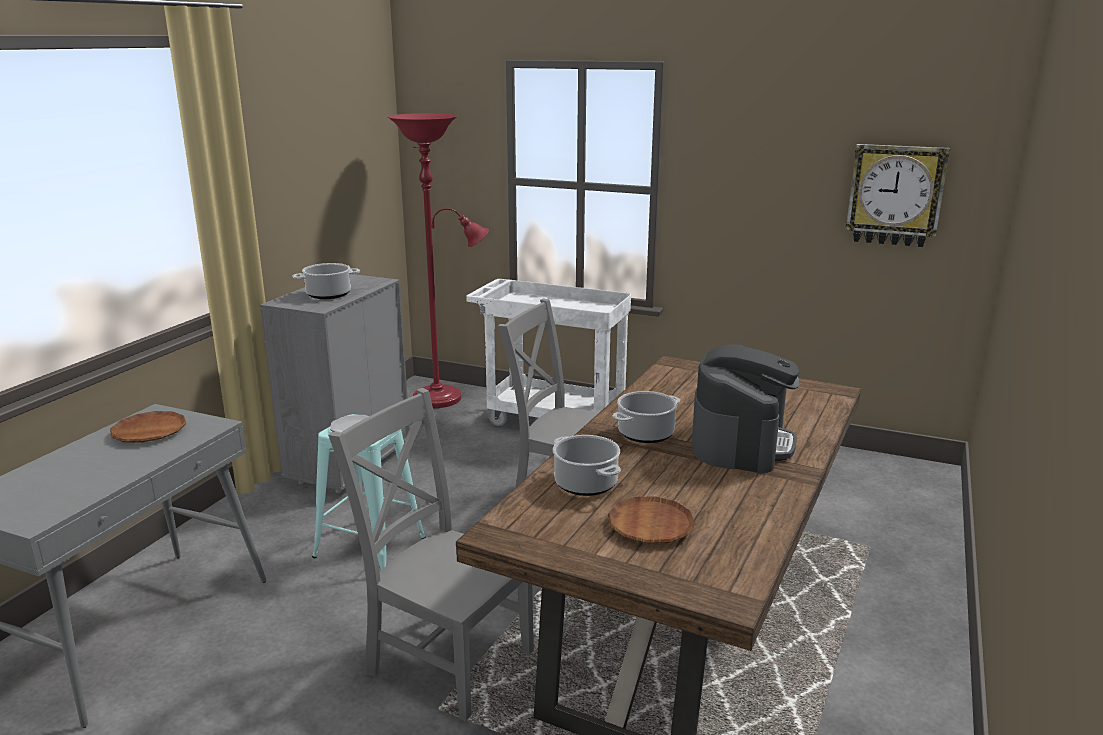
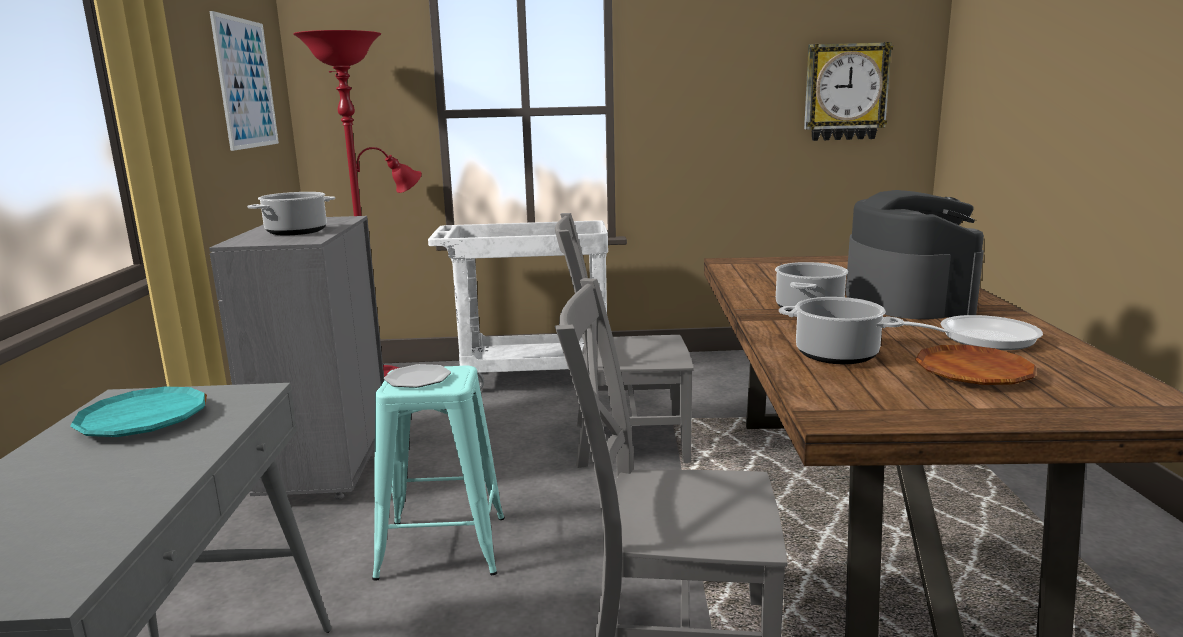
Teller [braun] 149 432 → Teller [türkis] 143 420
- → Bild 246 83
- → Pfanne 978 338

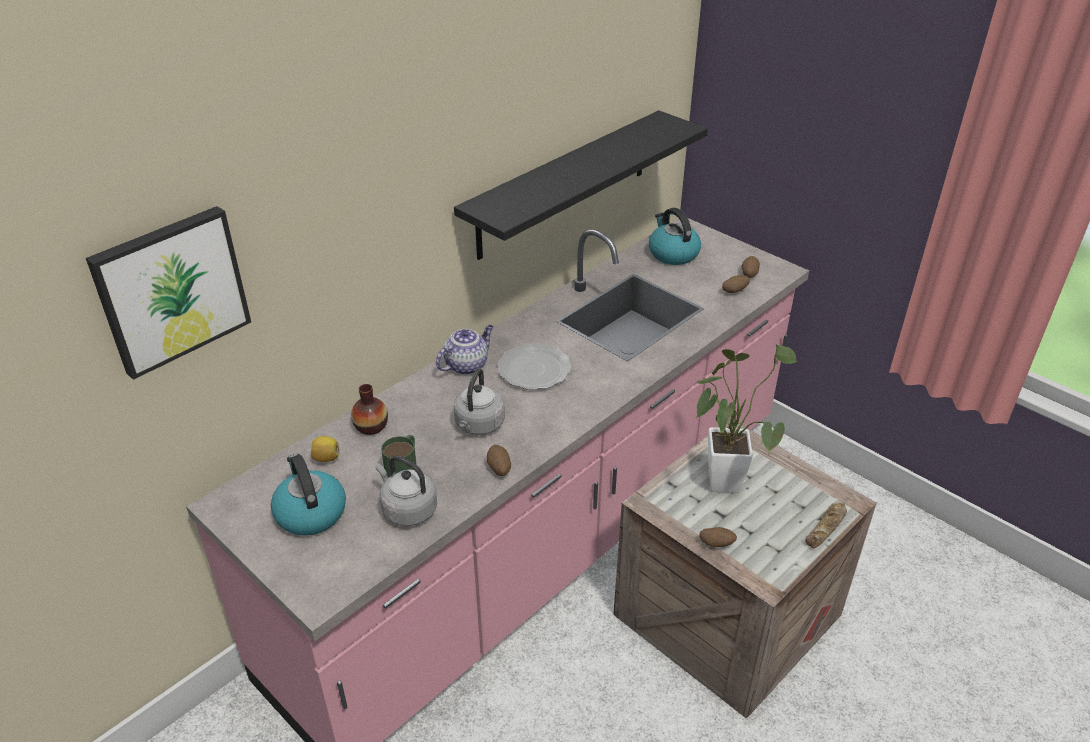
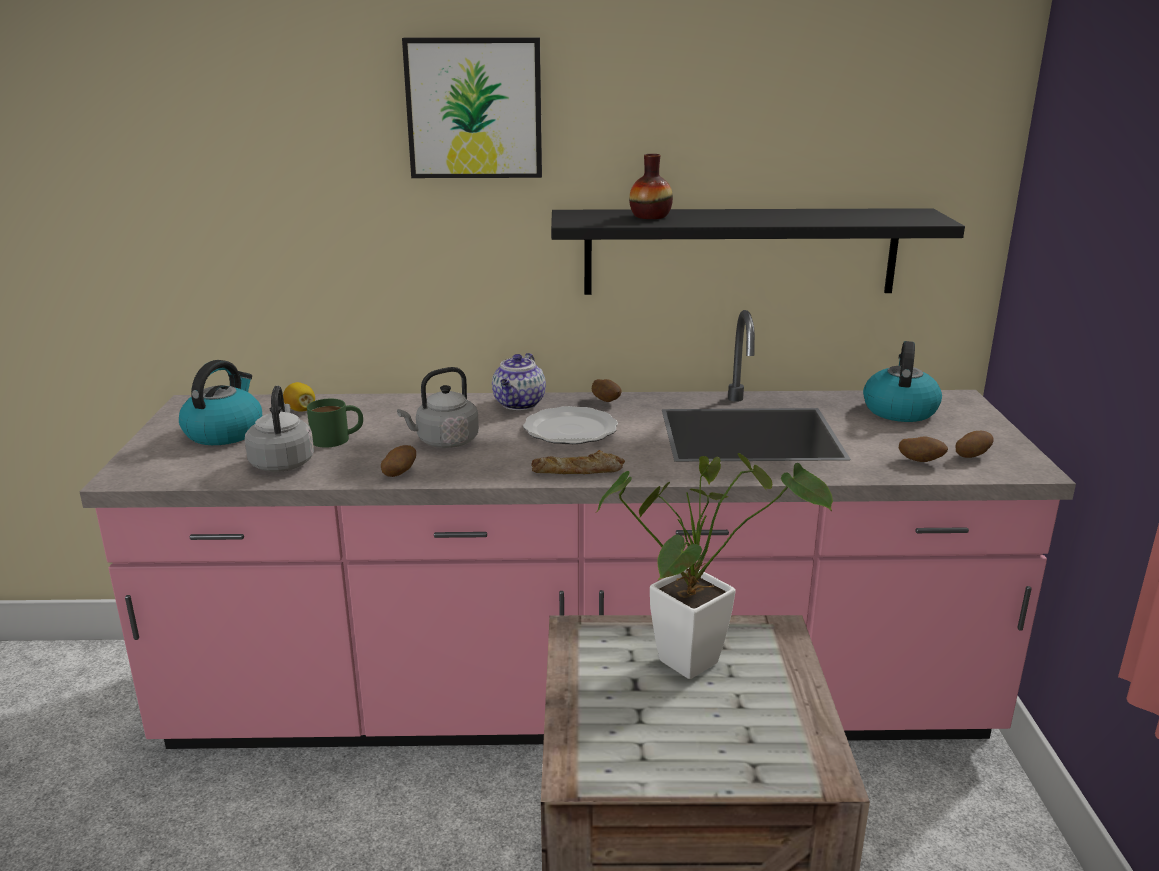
Bild 171 290 → Bild 474 108, relocated
Teekanne 467 365 → Teekanne 519 404, 105 degrees clockwise
Vase 371 426 → Vase 650 216, relocated
Brot 826 528 → Brot 578 471, relocated
Kartoffel 716 544 → Kartoffel 606 401, relocated

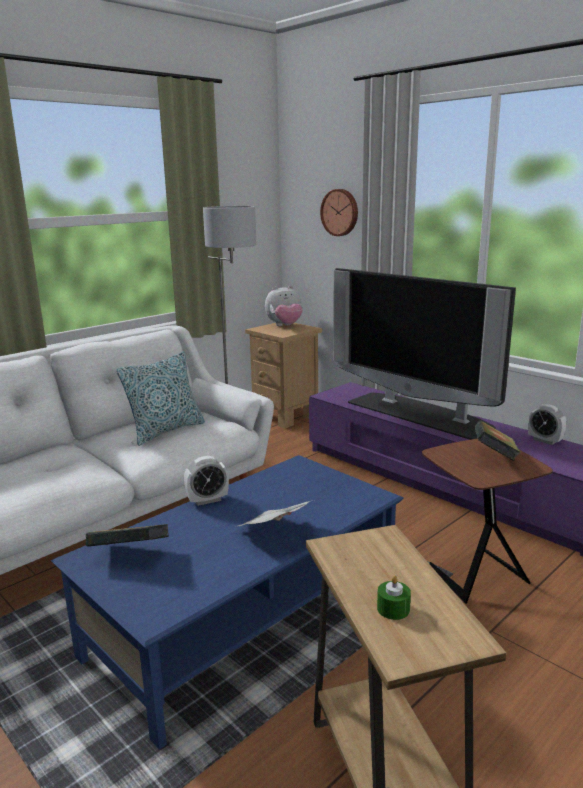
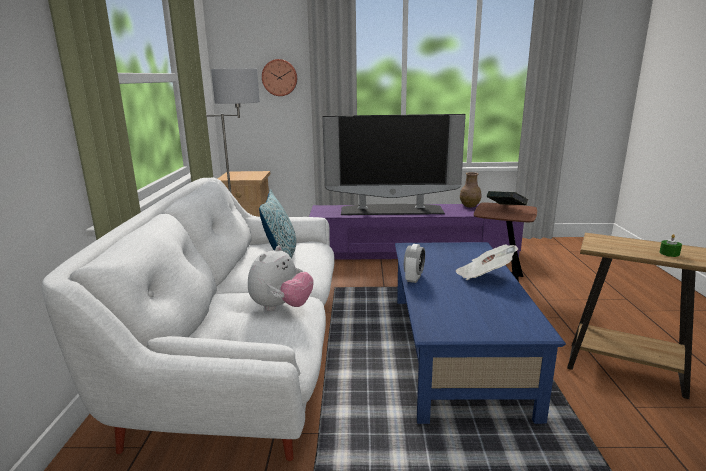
Plüschtier 285 326 → Plüschtier 281 307, relocated
Wecker 544 440 → Vase [braun] 470 206
Buch 130 554 → -

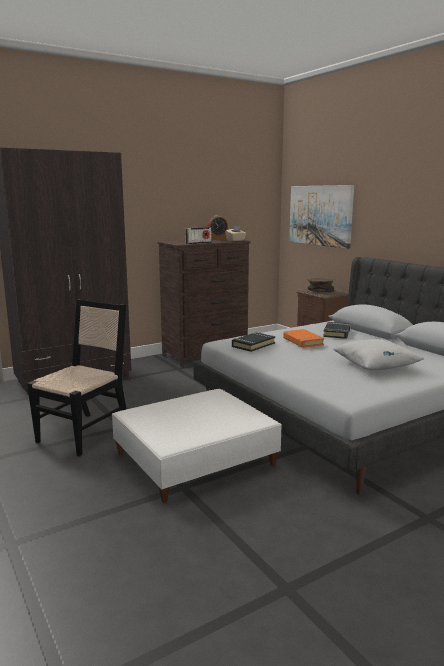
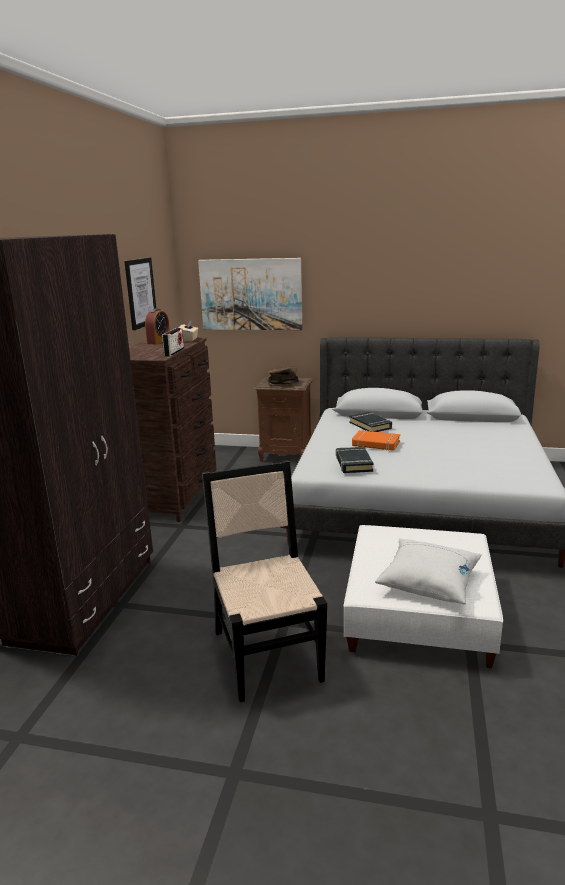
Kissen [grau] 375 366 → Kissen [grau] 428 583, relocated
- → Bild 140 293

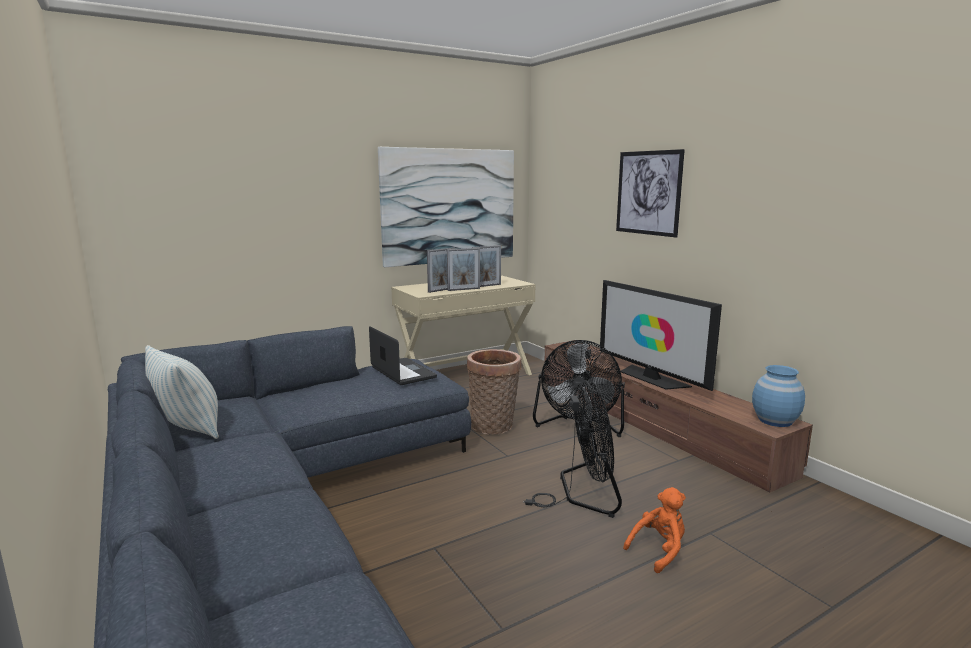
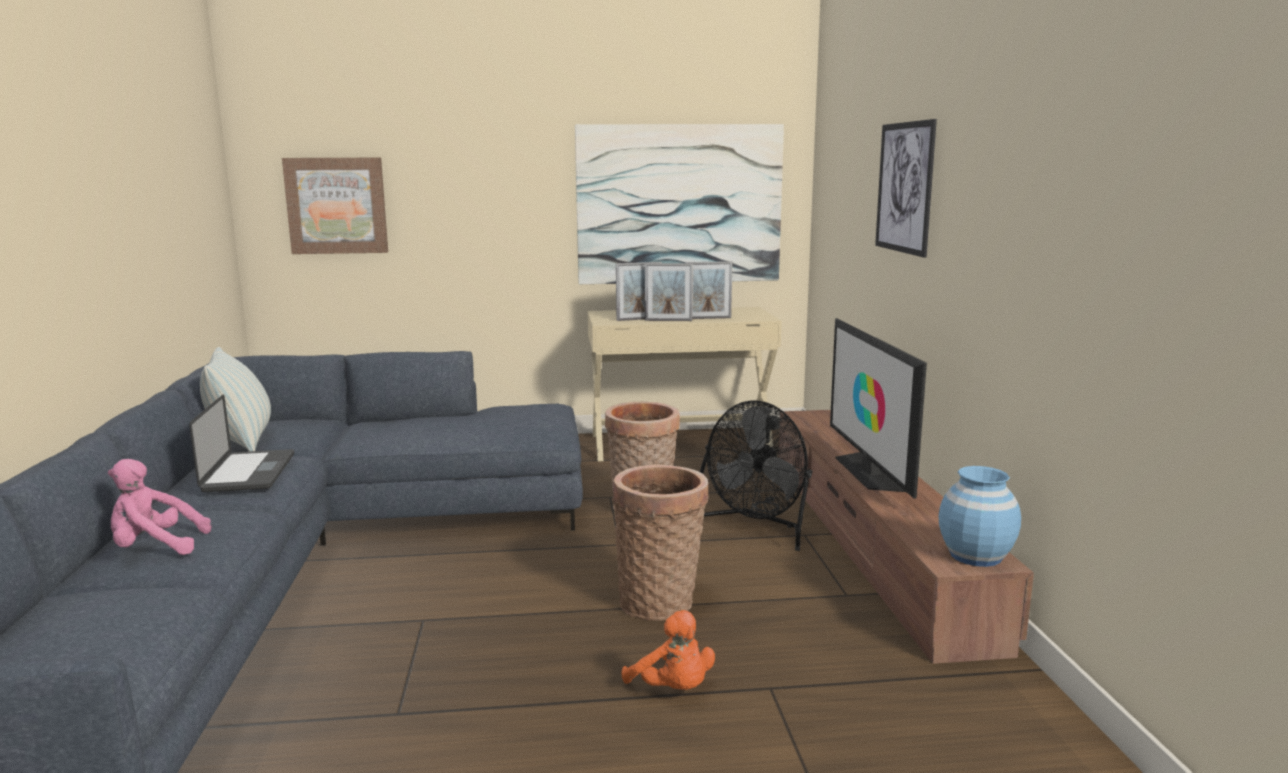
Laptop 403 372 → Laptop 249 472, relocated
Ventilator [schwarz] 580 490 → Korb 660 601
Plüschtier [orange] 659 550 → Plüschtier [orange] 673 689, 60 degrees clockwise
- → Bild 337 205
- → Plüschtier [rosa] 155 548

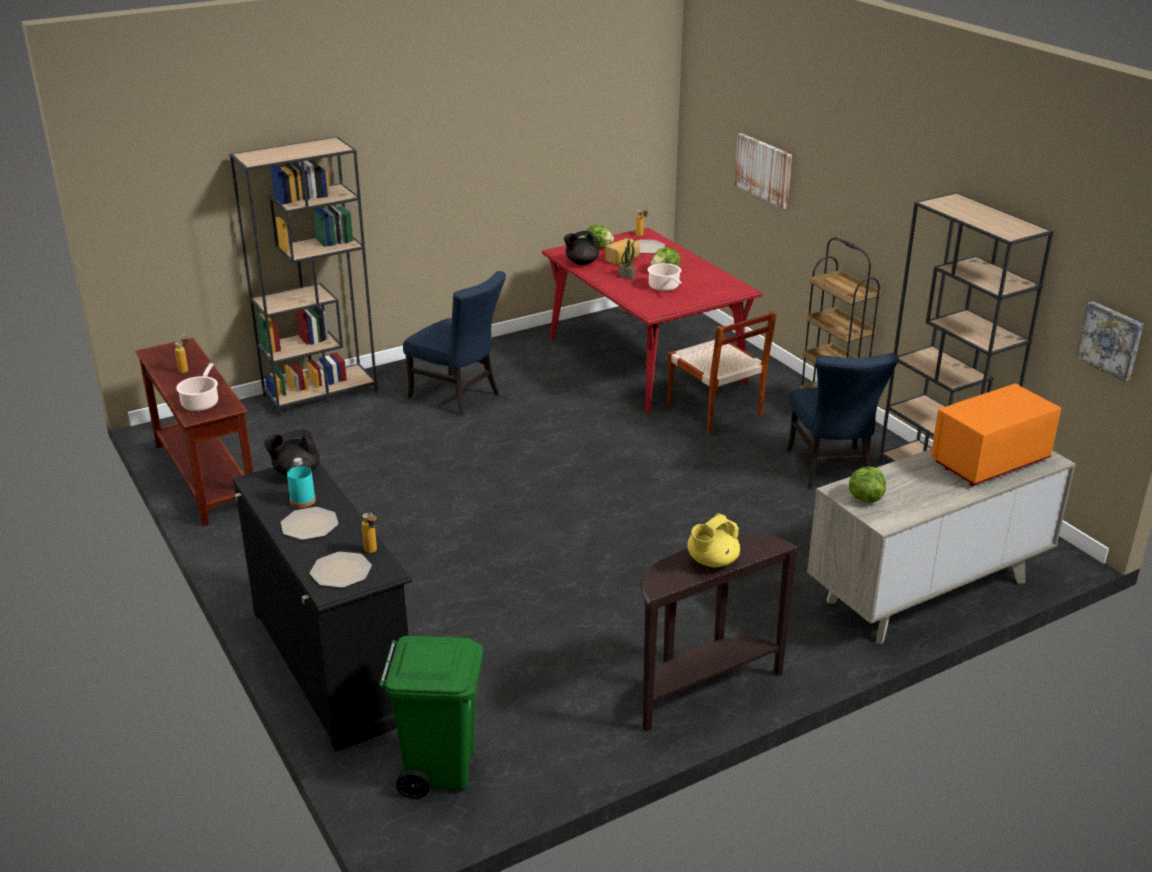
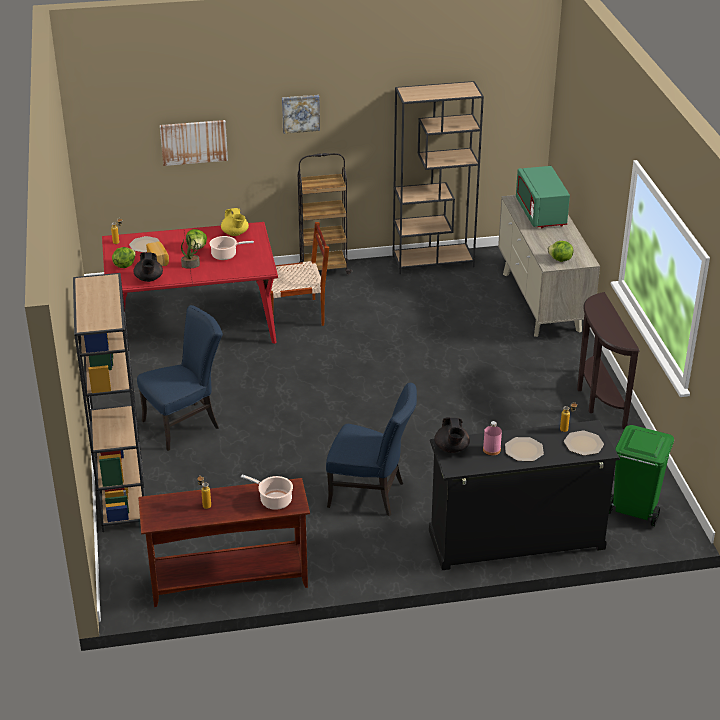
Bild 1111 340 → Bild 300 113, relocated
Stuhl [blau] 831 471 → Stuhl [blau] 371 494, relocated
Mikrowelle [orange] 989 462 → Mikrowelle [grün] 540 213
Flasche [türkis] 302 501 → Flasche [rosa] 491 449
Teekanne [gelb] 711 561 → Teekanne [gelb] 235 233, relocated

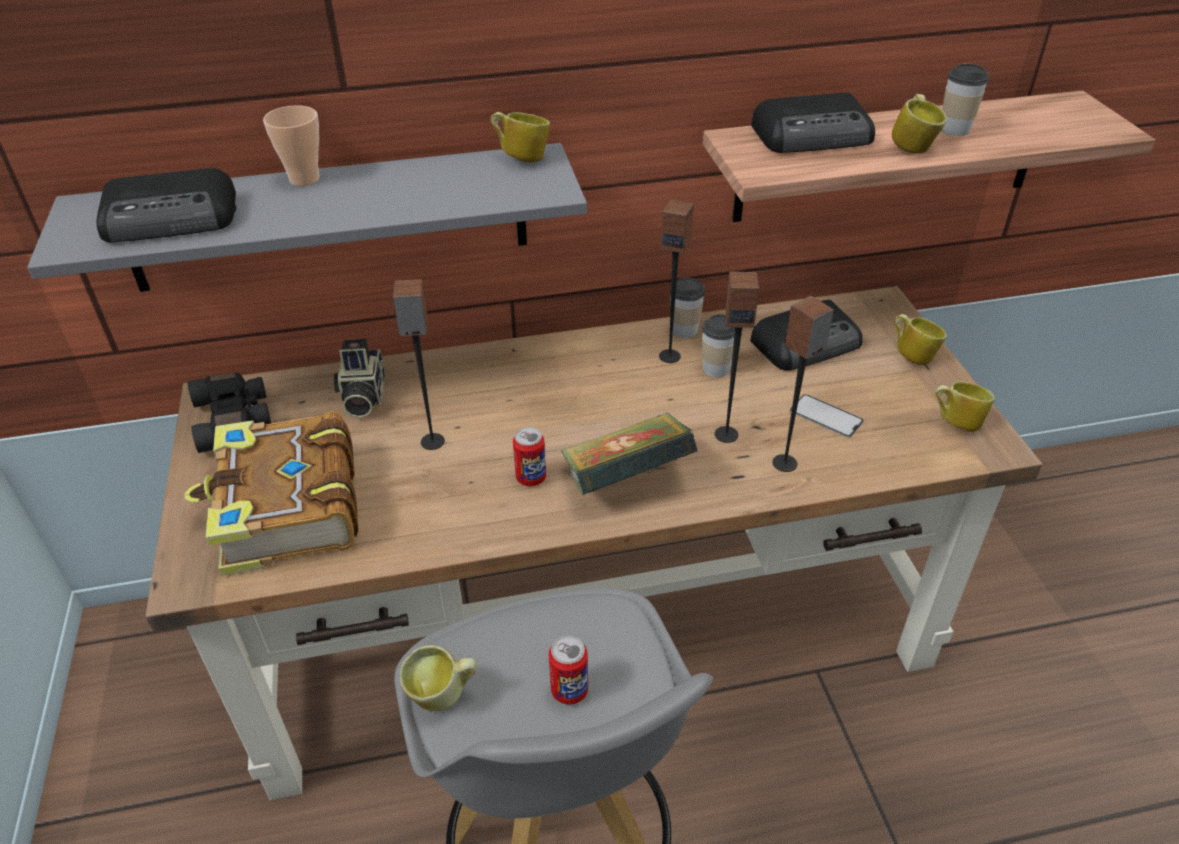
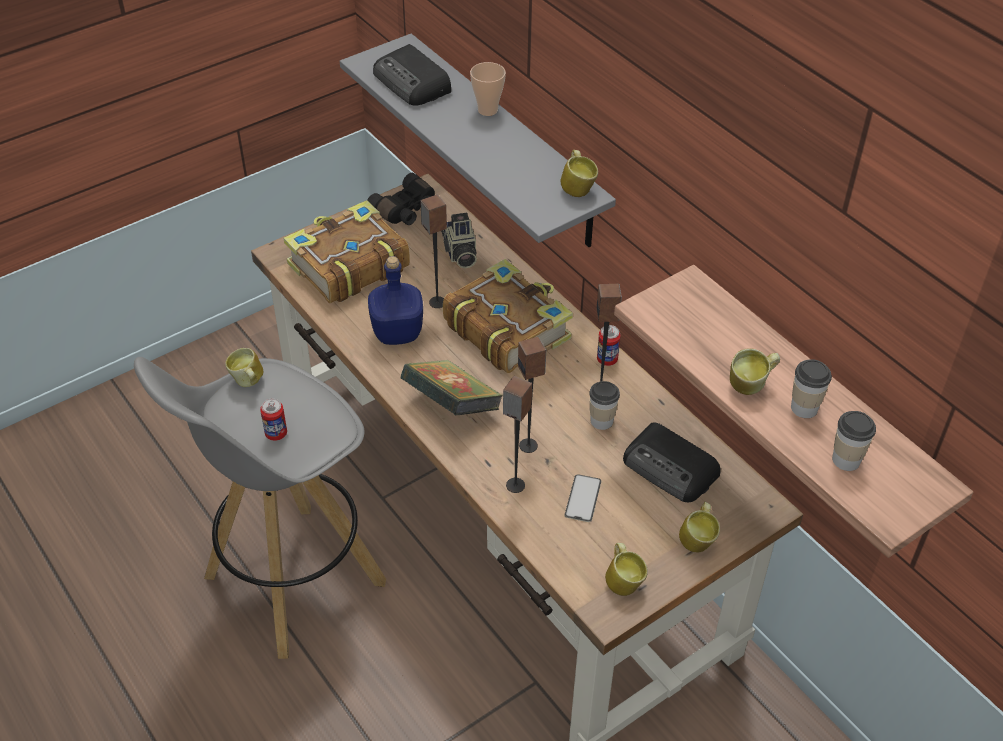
Radio 814 135 → -
Tasse 684 330 → Tasse 846 460, relocated
Kamera 362 397 → Kamera 460 254, 75 degrees counterclockwise
Dose 531 478 → Dose 607 359, relocated
- → Flasche [blau] 396 333
- → Buch 506 329

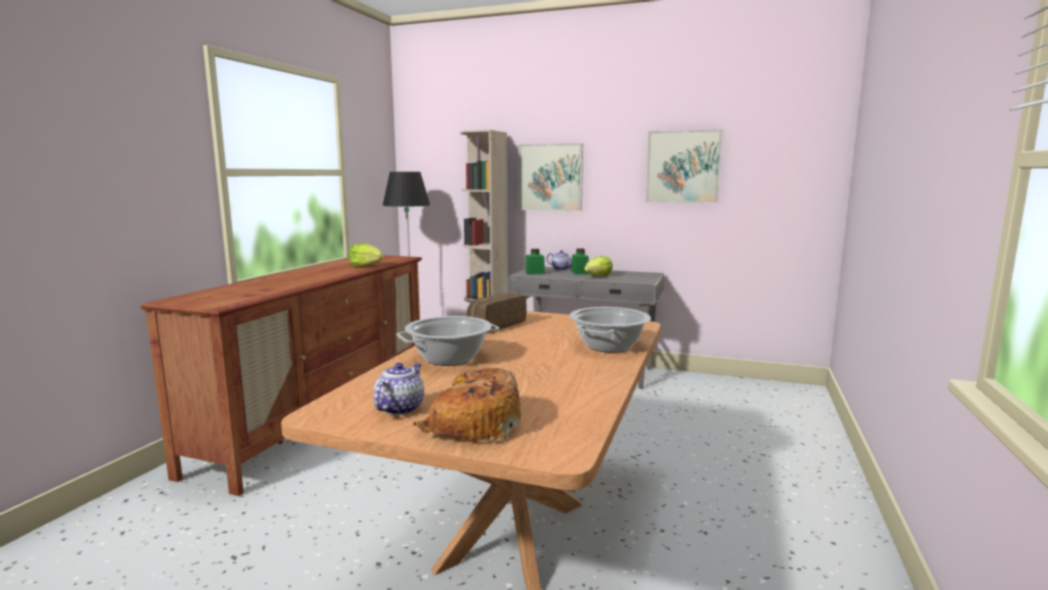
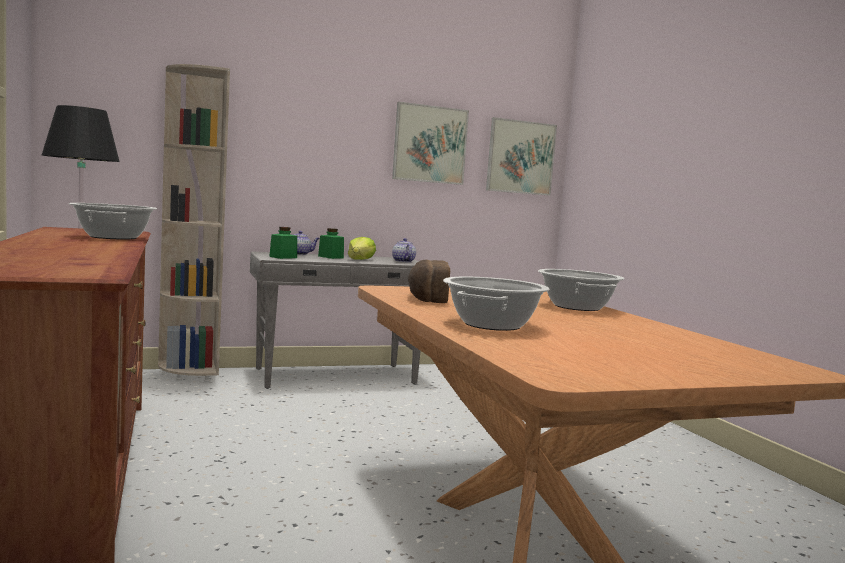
Bild 550 177 → Bild 520 157, relocated
Salatkopf 366 265 → Kochtopf 113 237
Teekanne 400 408 → Teekanne 403 261, relocated
Brot 471 423 → -

